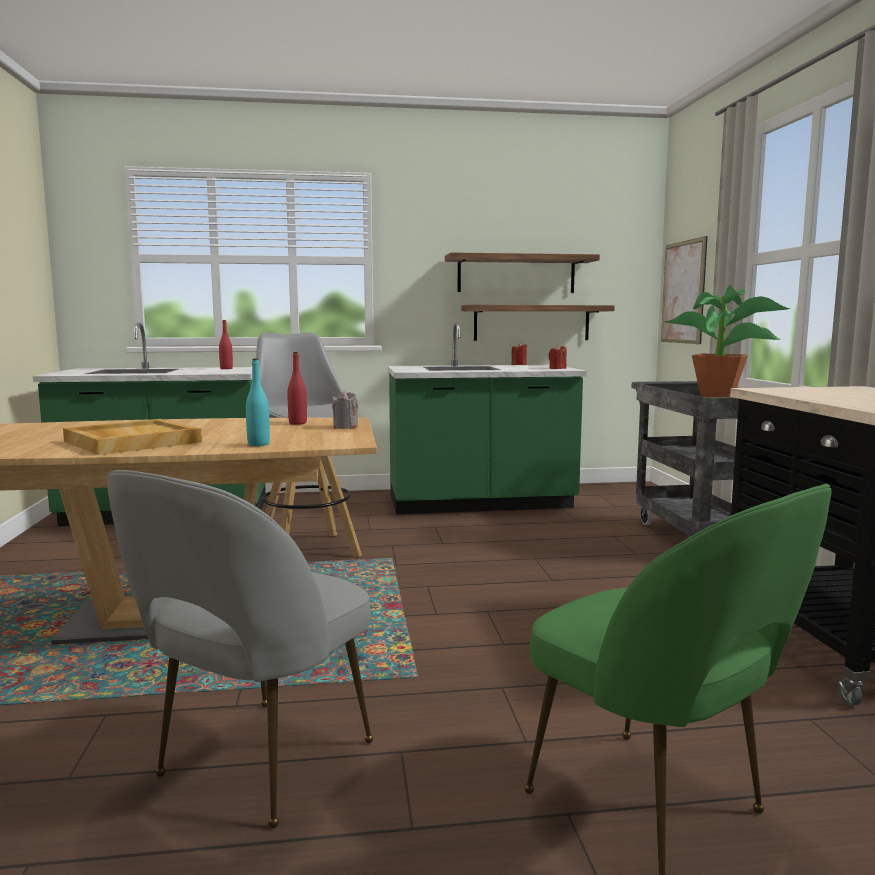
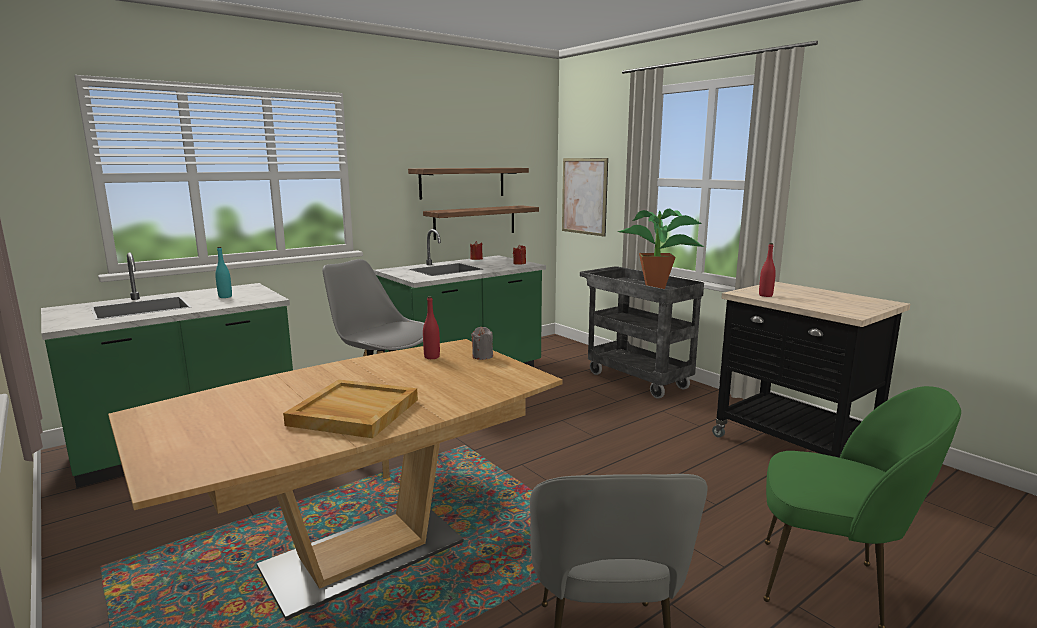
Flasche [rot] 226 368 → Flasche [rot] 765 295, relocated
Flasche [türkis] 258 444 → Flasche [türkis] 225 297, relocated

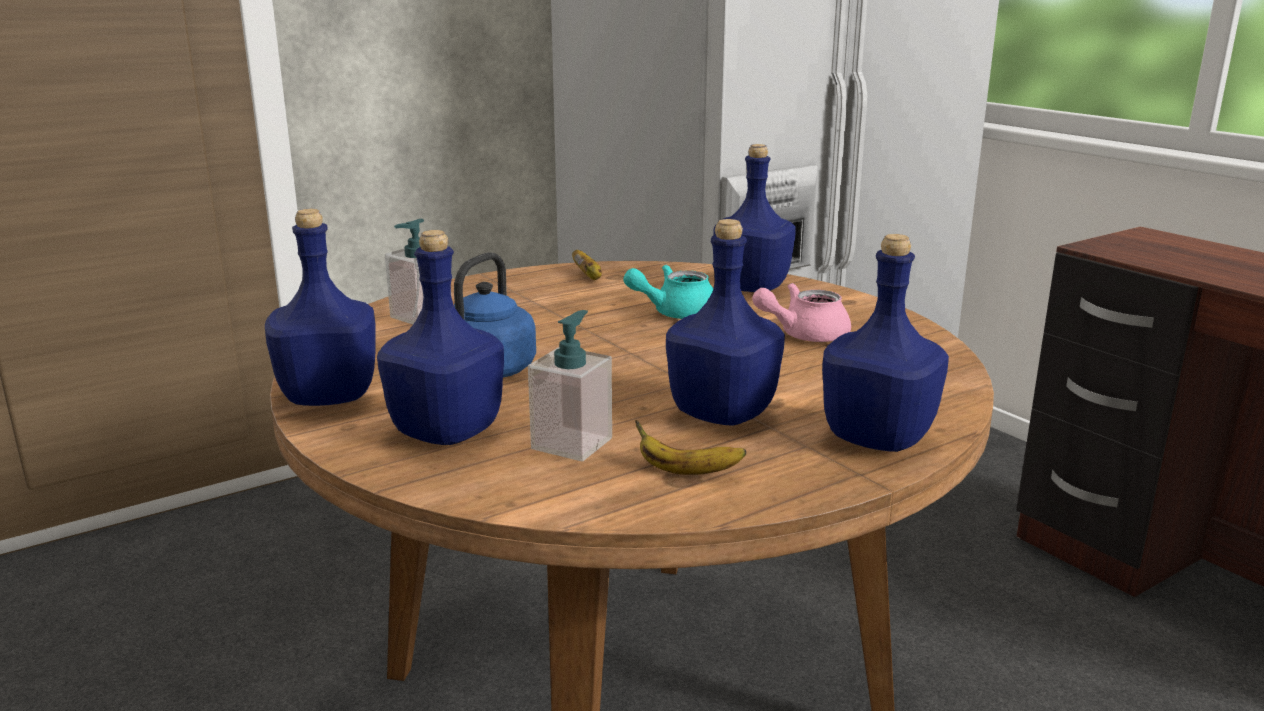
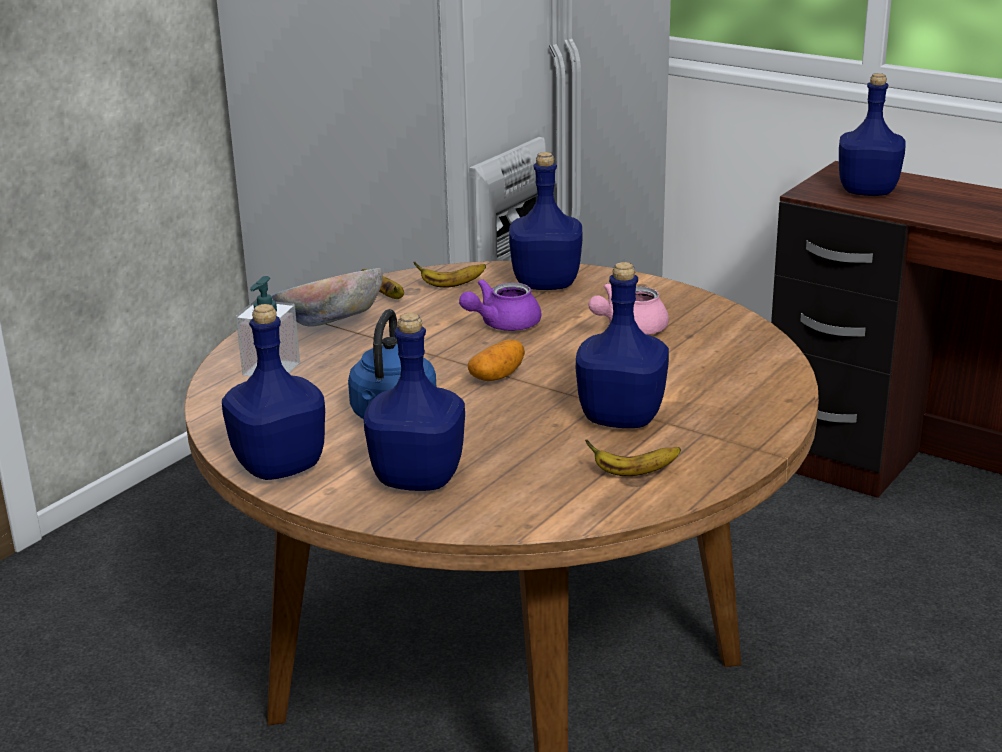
Flasche [blau] 875 437 → Flasche [blau] 866 191, relocated
Teekanne [türkis] 675 313 → Teekanne [lila] 502 325
Seifenspender 572 443 → -
- → Banane 451 285
- → Schüssel 330 326
- → Kartoffel 497 376

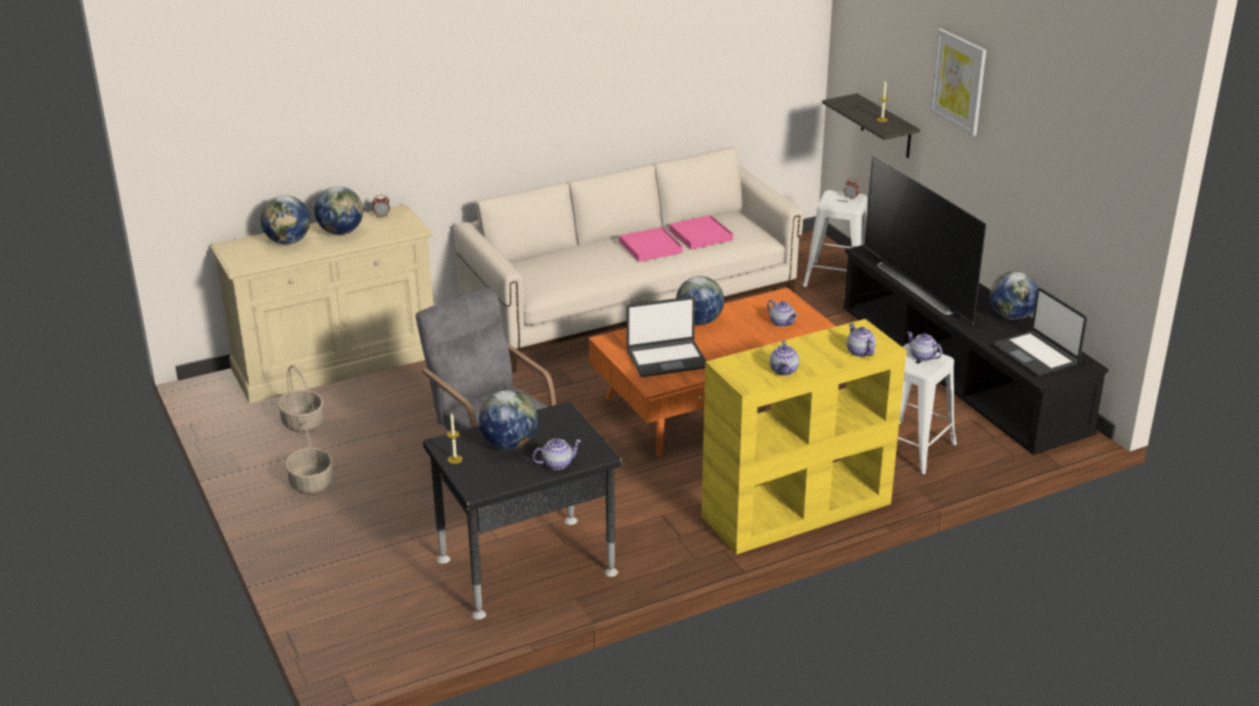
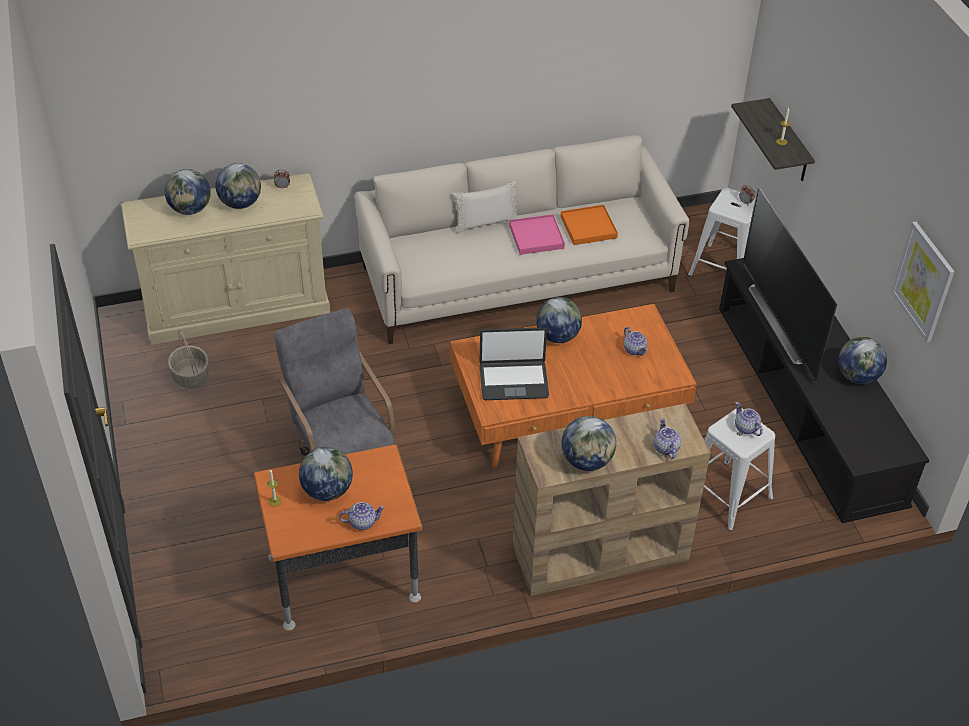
Bild 958 81 → Bild 923 281, relocated
Tablett [rosa] 701 235 → Tablett [orange] 588 227
Laptop 1036 354 → -
Bücherregal [gelb] 797 511 → Bücherregal [braun] 600 554
Teekanne 784 370 → Globus 587 461
Schreibtisch [schwarz] 526 566 → Schreibtisch [orange] 343 577
Korb 311 483 → -
- → Kissen [weiß] 485 223

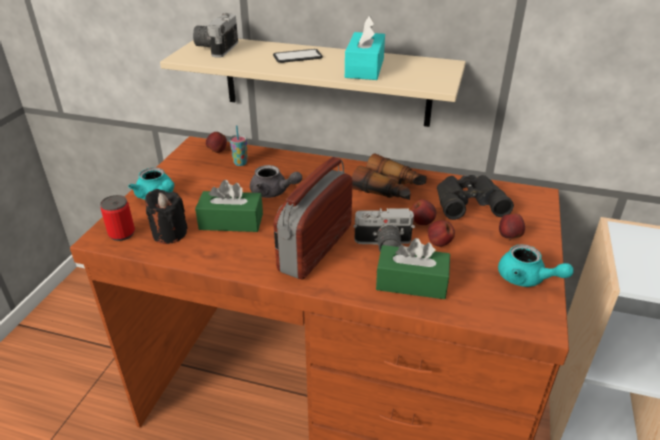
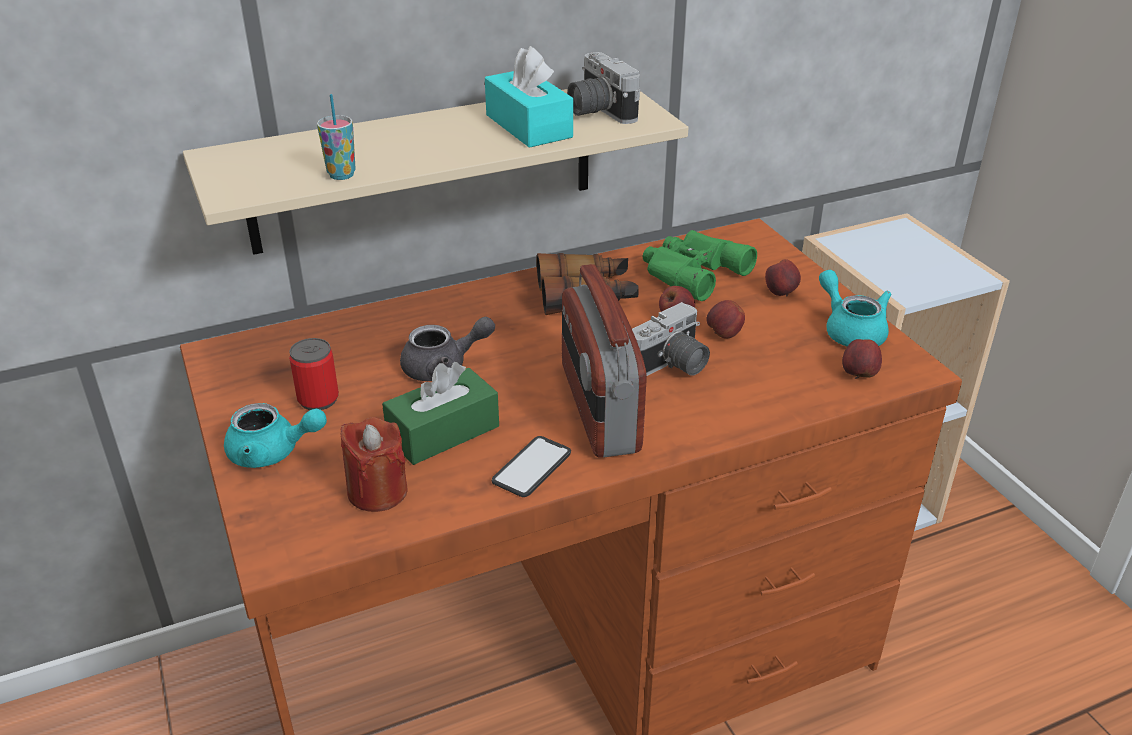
Kamera 216 48 → Kamera 596 111, relocated
Handy 297 57 → Handy 532 467, relocated
Tasse 240 163 → Tasse 341 175, relocated
Apfel 217 151 → Apfel 859 375, relocated
Fernglas [schwarz] 467 201 → Fernglas [grün] 690 272
Kerze [schwarz] 169 233 → Kerze [rot] 377 492
Dose 122 234 → Dose 318 399, relocated
Taschentuchbox [grün] 411 283 → -
Teekanne [türkis] 526 279 → Teekanne [türkis] 850 330, 120 degrees counterclockwise

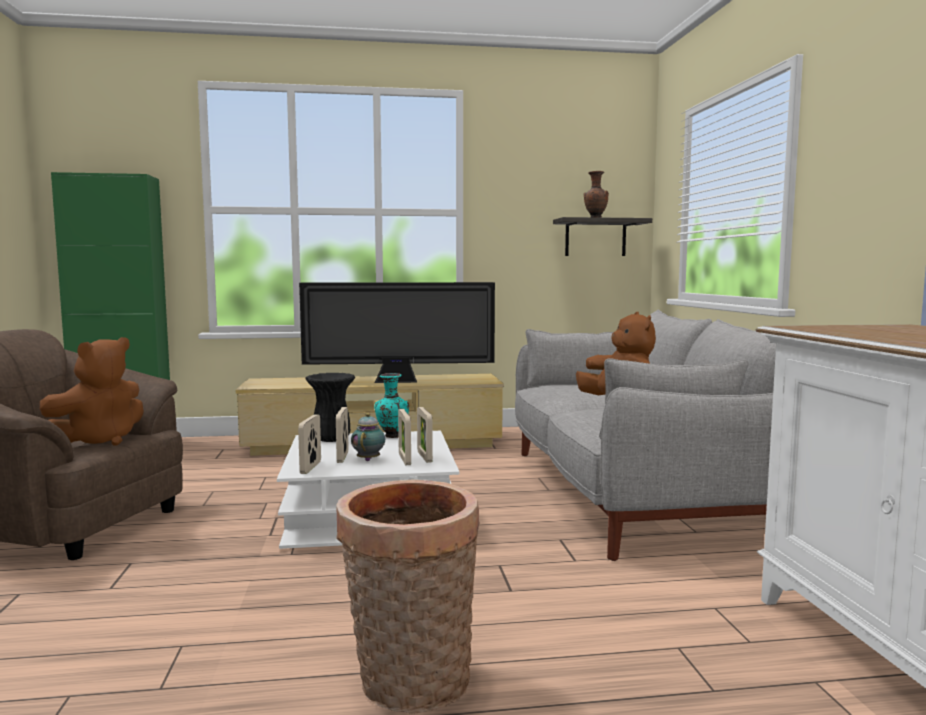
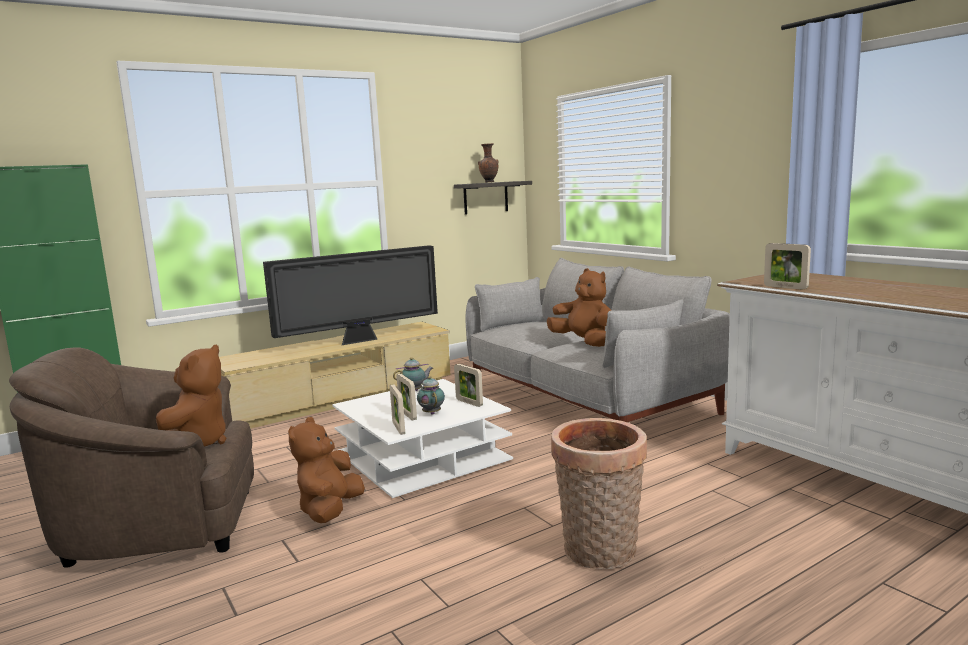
Vase [schwarz] 332 439 → -
Vase [türkis] 391 436 → Teekanne 415 391
Bilderrahmen 404 459 → Bilderrahmen 785 287, relocated
- → Plüschtier [braun] 330 511

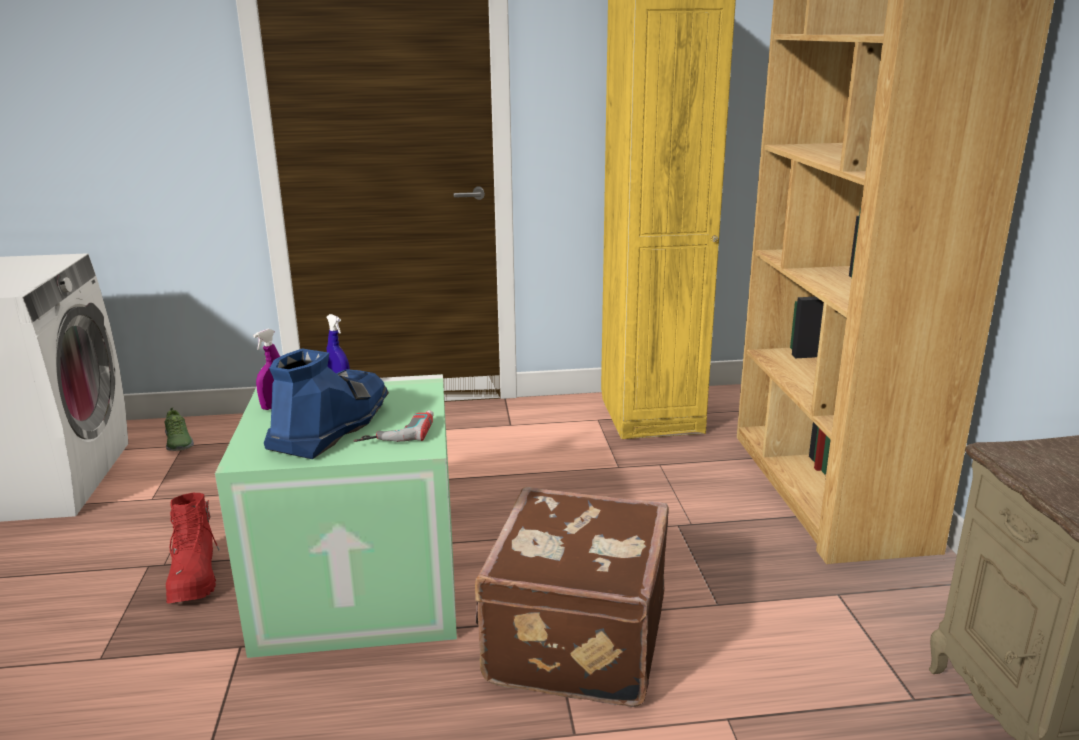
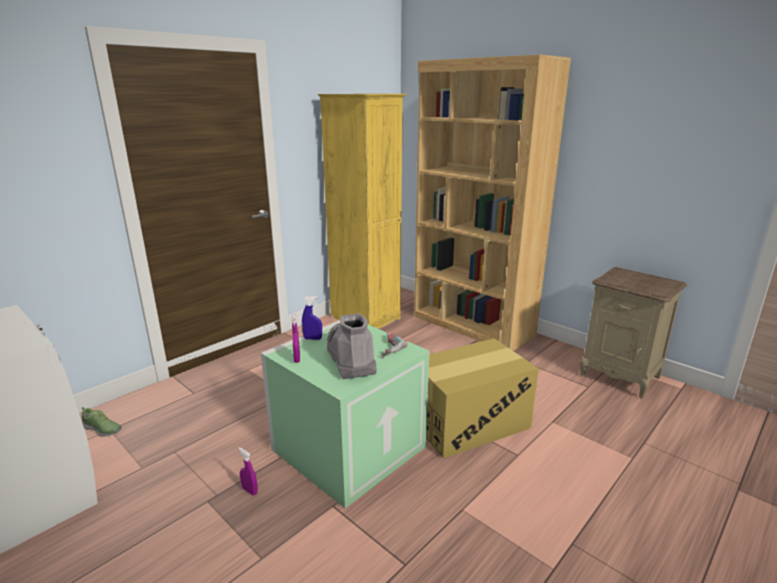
Stiefel [blau] 330 427 → Stiefel [grau] 350 358
Koffer [braun] 573 639 → Karton 469 422
Stiefel [rot] 195 577 → Sprühflasche [lila] 250 491

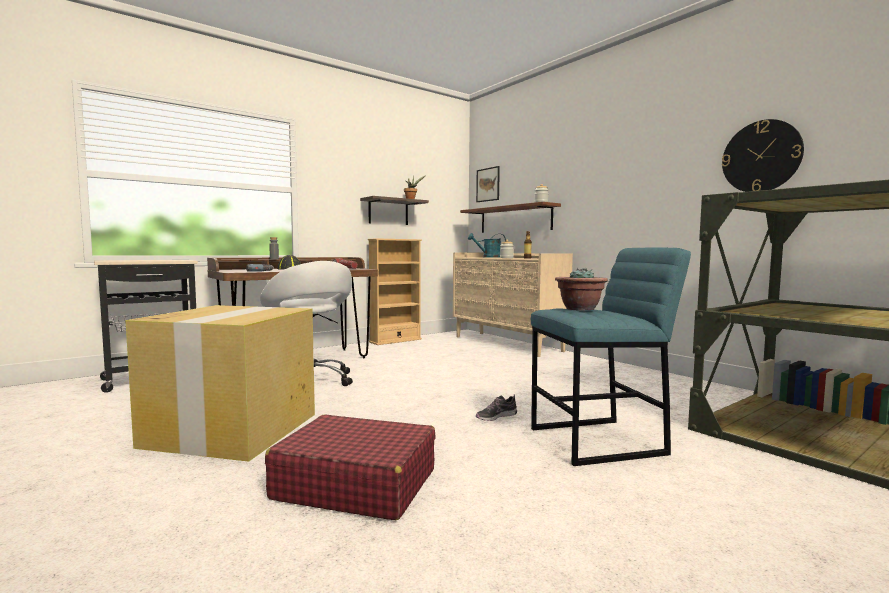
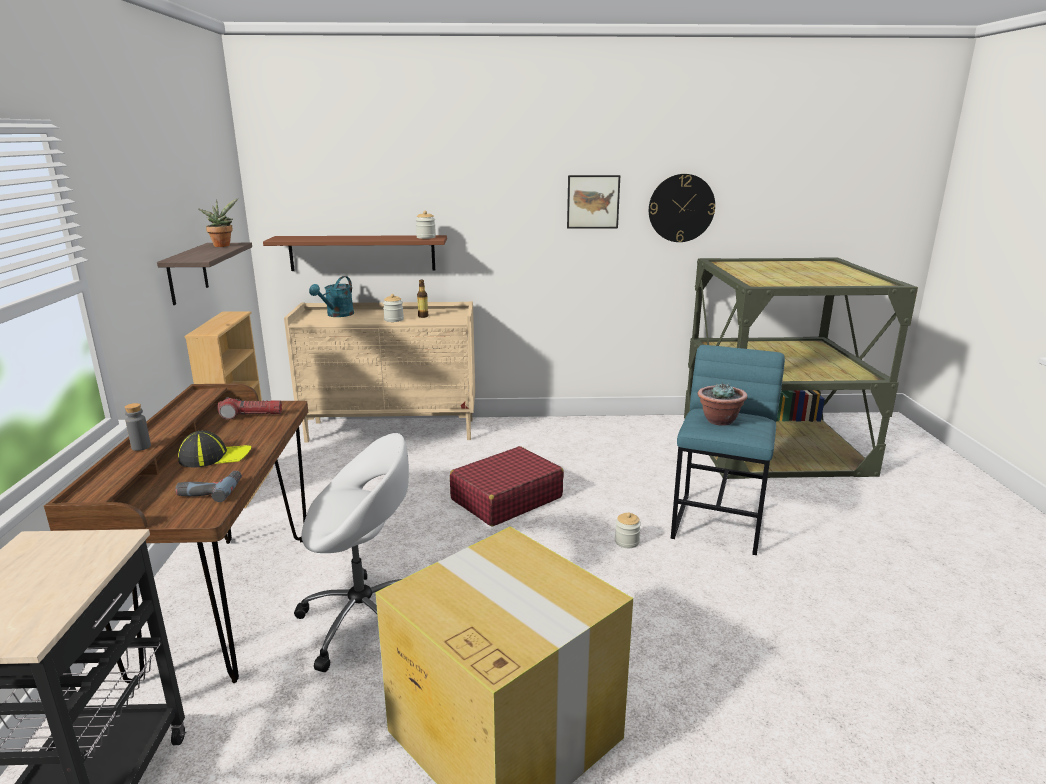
Bild 488 184 → Bild 593 202, relocated
Schuh 496 417 → Vorratsglas 627 542
Koffer [rot] 355 484 → Koffer [rot] 506 498, relocated

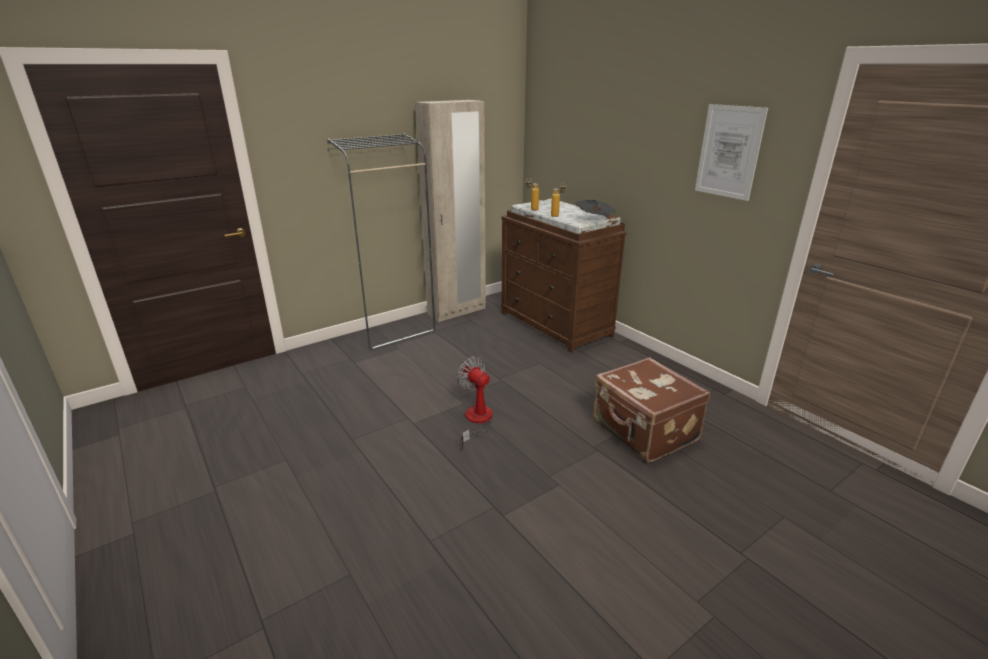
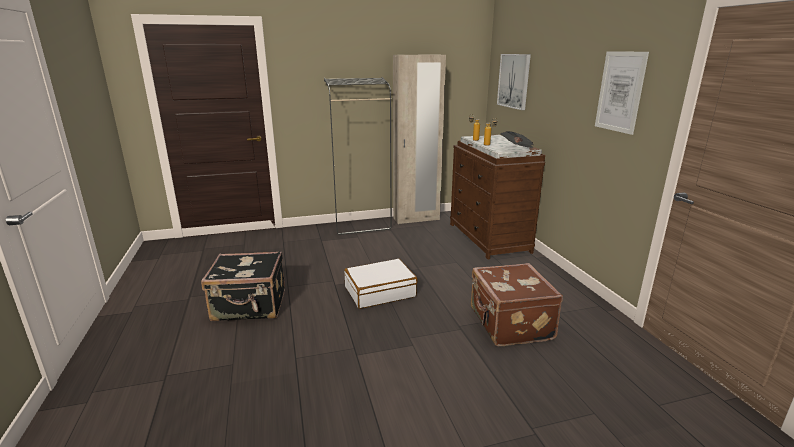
Ventilator 476 421 → Koffer [weiß] 380 292
- → Bild 514 81
- → Koffer [schwarz] 250 306

